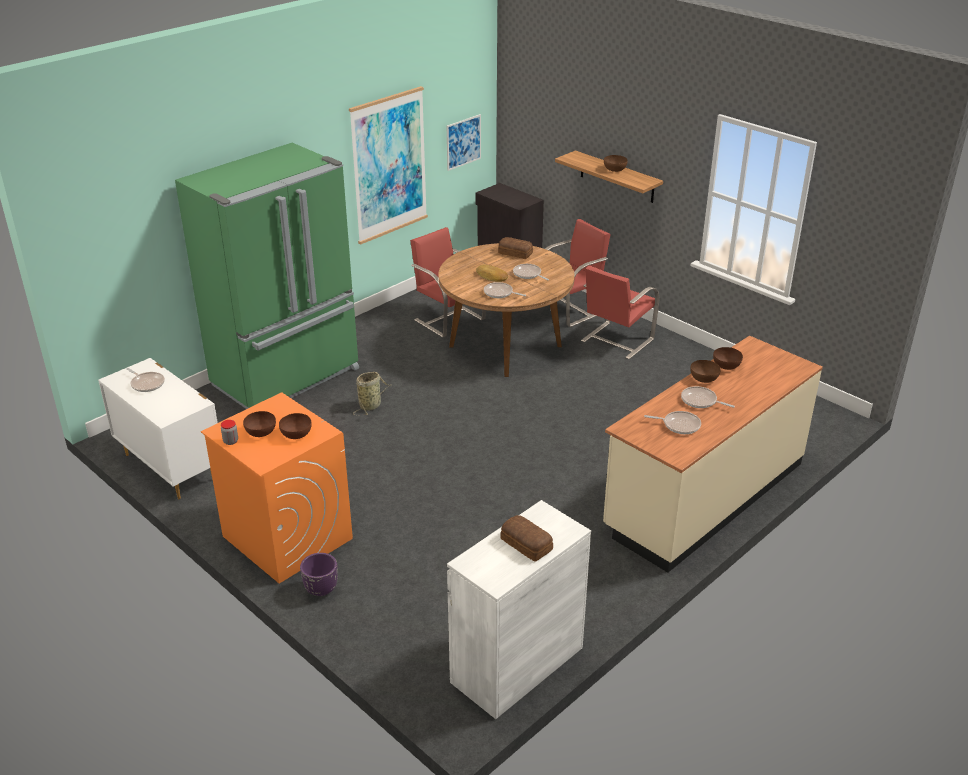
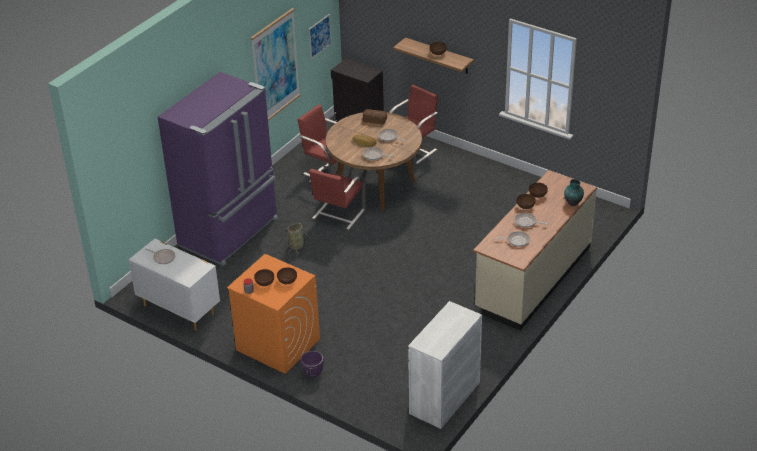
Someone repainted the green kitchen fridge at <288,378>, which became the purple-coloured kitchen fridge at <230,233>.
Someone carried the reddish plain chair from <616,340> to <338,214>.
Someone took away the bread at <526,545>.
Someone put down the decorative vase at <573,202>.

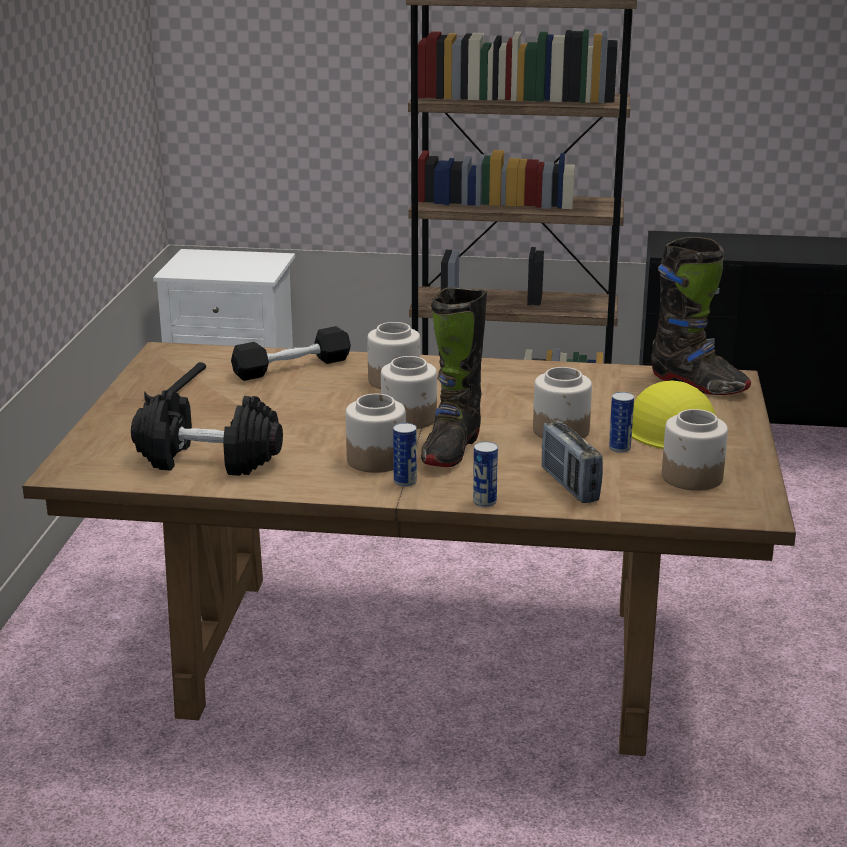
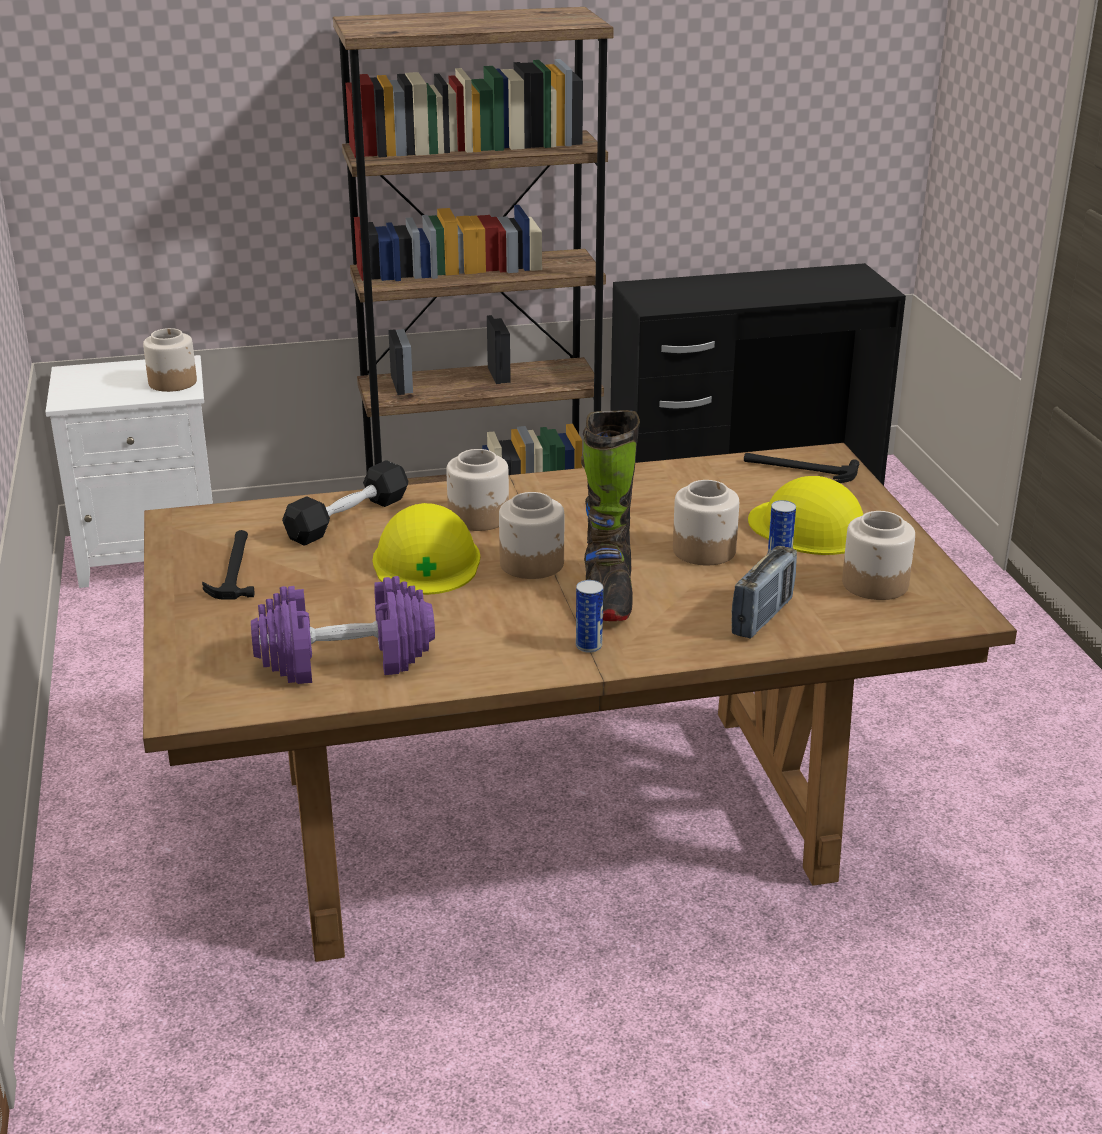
Someone swapped the black boot at <697,384> for the hand hammer at <799,469>.
Someone repainted the black free weight at <208,460>, which became the purple-coloured free weight at <345,660>.
Someone carried the jar from <376,459> to <172,382>.
Someone rotated the radio receiver at <569,485> by 105 degrees counterclockwise.
Someone took away the can at <484,502>.
Someone put down the yellowish safety helmet at <426,561>.

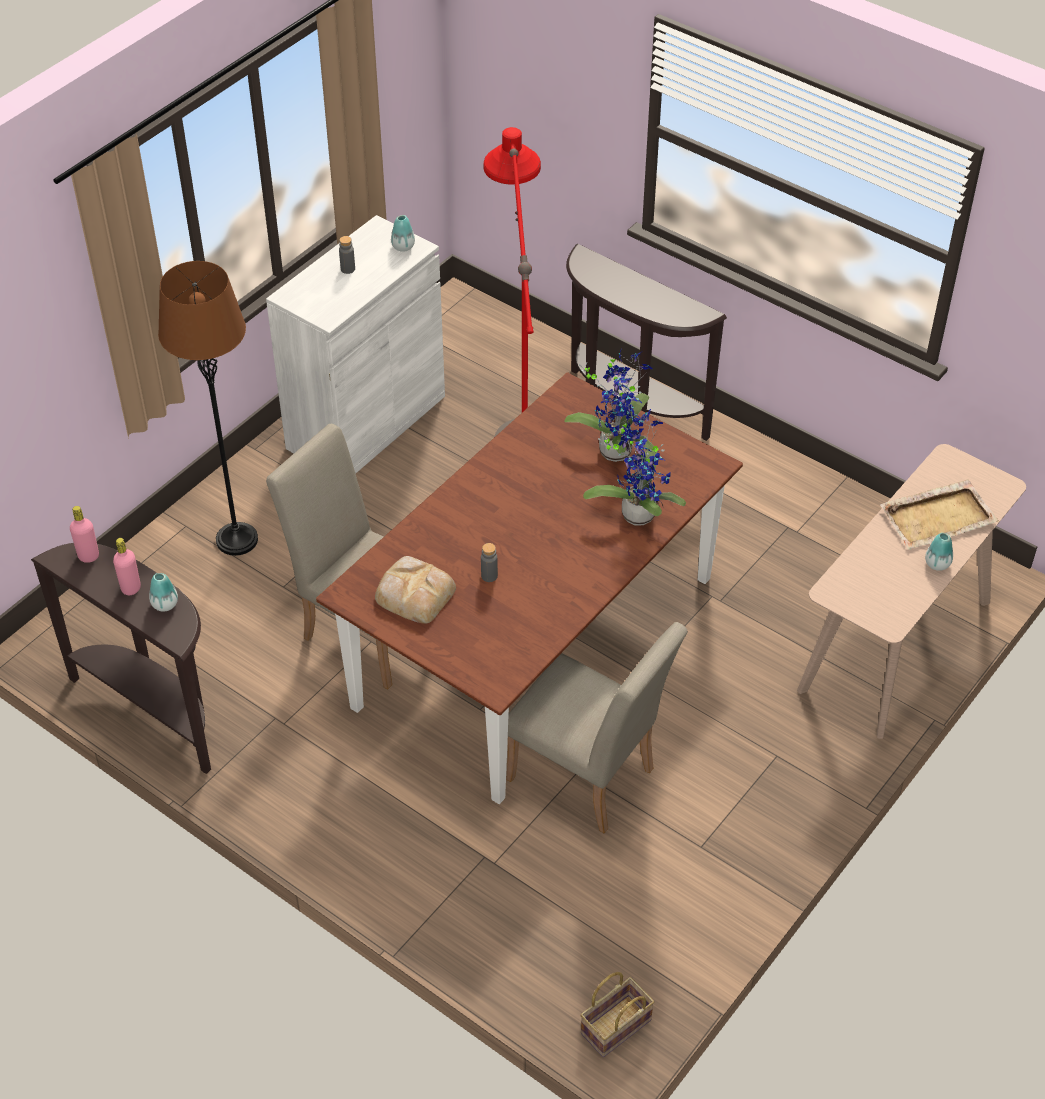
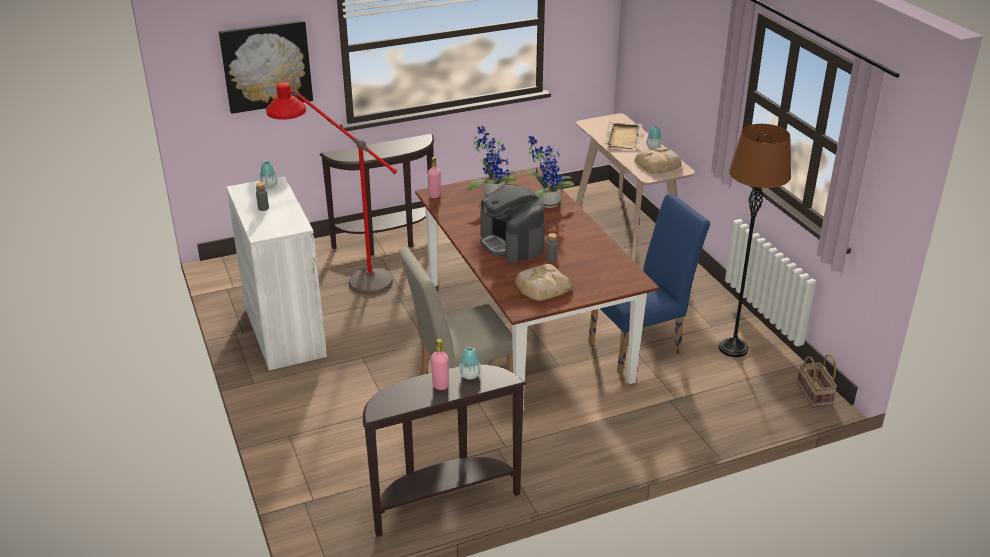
Someone carried the brownish floor lamp from <237,540> to <733,348>.
Someone carried the pink beverage bottle from <88,556> to <434,195>.
Someone repainted the sand-coloured plain chair at <589,780>, which became the bluish plain chair at <641,346>.
Someone put up the wall picture at <266,66>.
Someone put down the bread at <658,164>.
Someone put down the coffee maker at <512,243>.

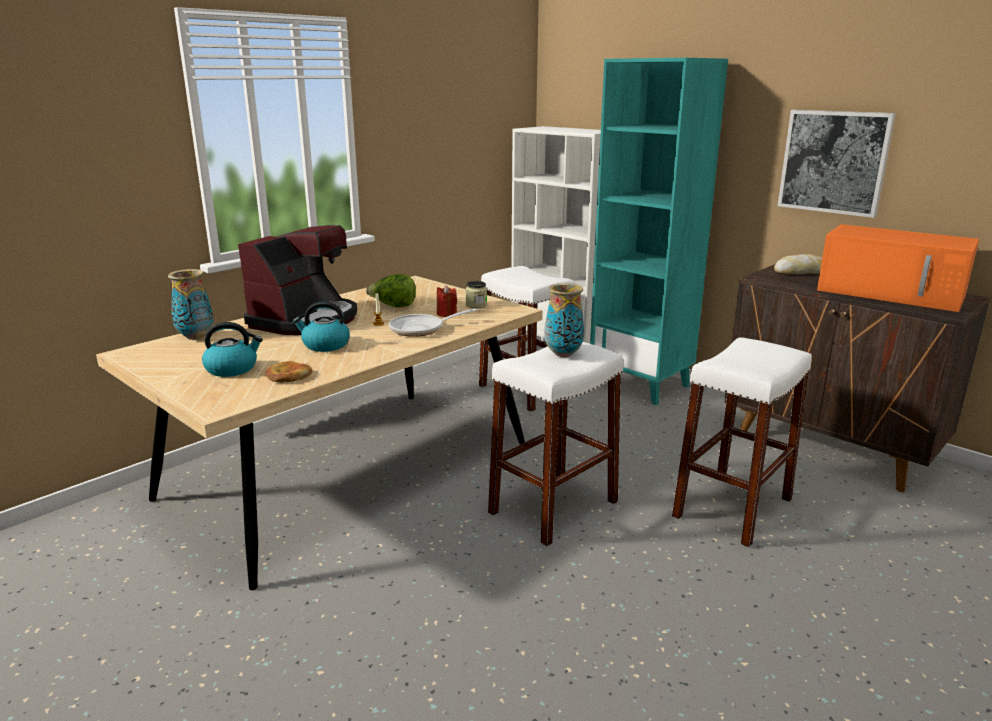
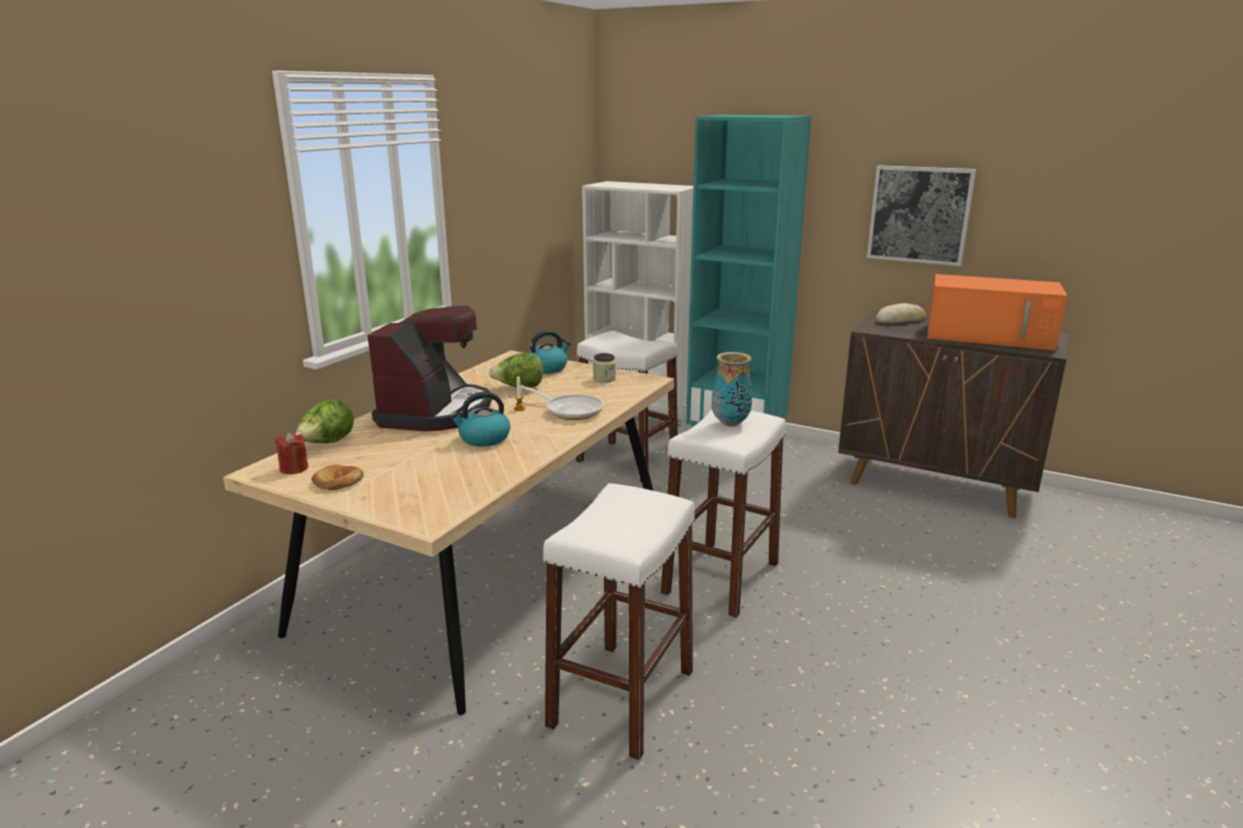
Someone swapped the decorative vase at <196,337> for the lettuce at <327,444>.
Someone carried the reddish wax light from <446,314> to <294,468>.
Someone rotated the pan at <421,329> by 105 degrees counterclockwise.
Someone carried the kettle from <232,369> to <547,368>.
Someone carried the white stool from <732,508> to <622,698>.
Someone carried the bread from <288,376> to <337,481>.

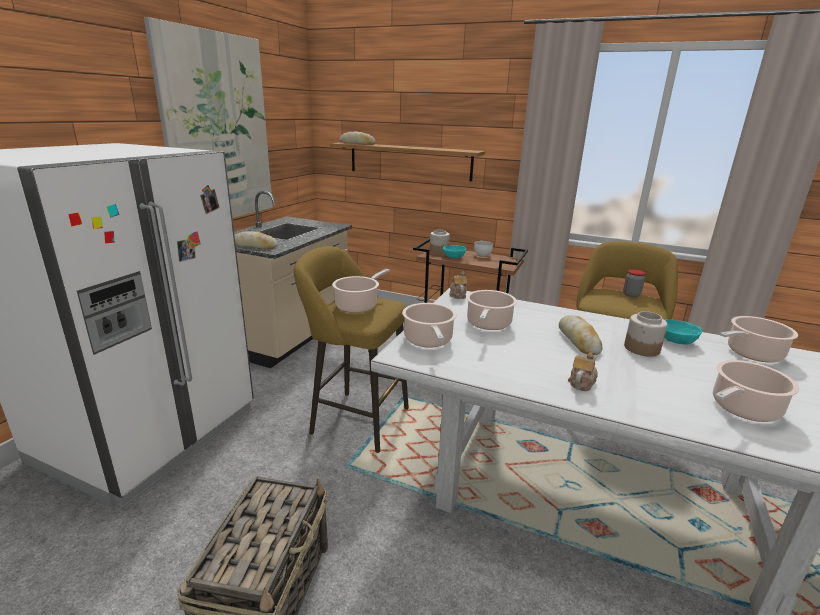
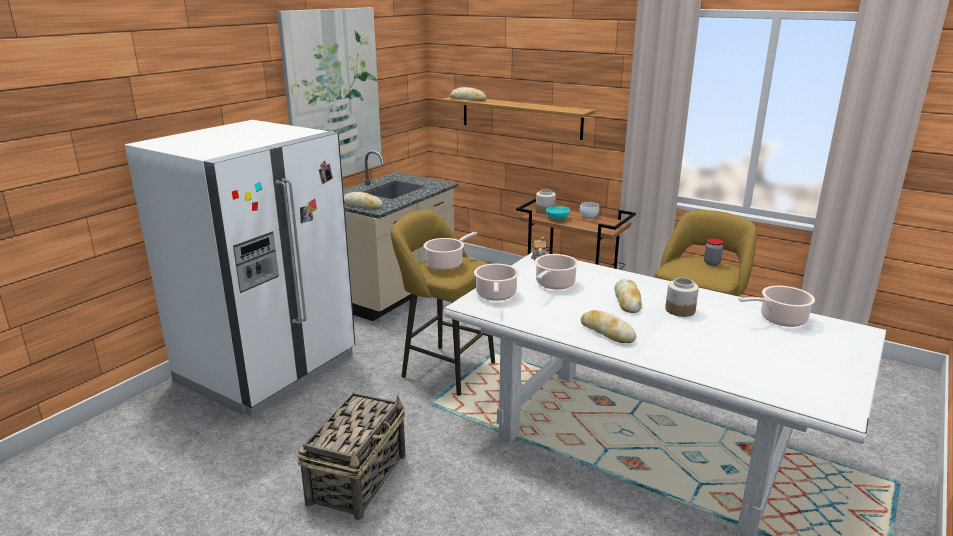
Someone took away the turquoise bowl at <676,341>.
Someone swapped the teapot at <581,382> for the bread at <607,332>.
Someone took away the saucepot at <742,409>.

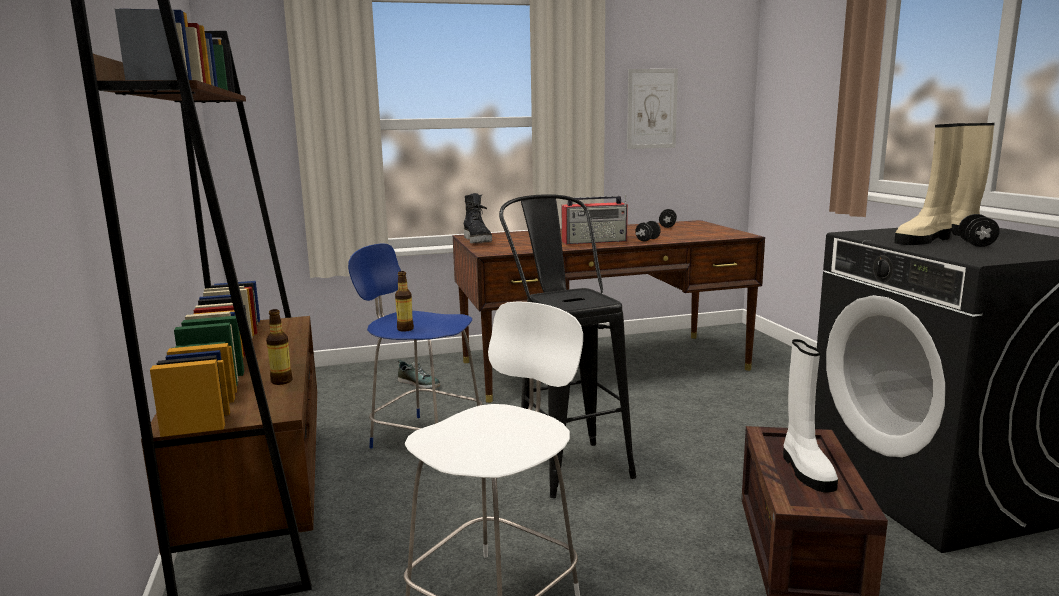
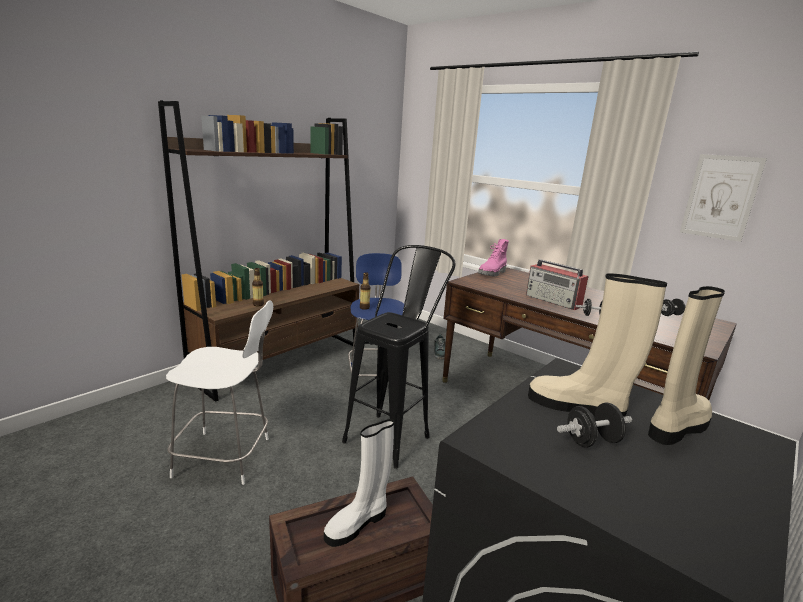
Someone repainted the black boot at <478,241>, which became the pink boot at <492,273>.

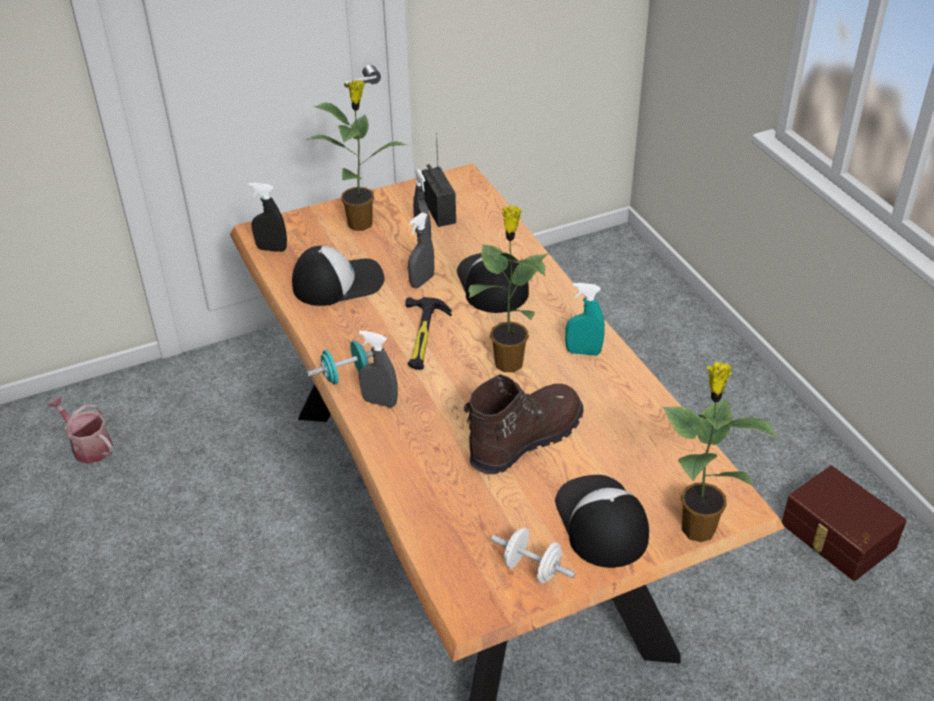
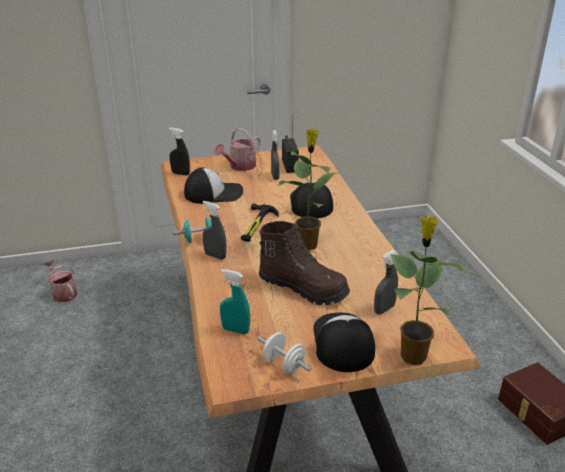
Someone swapped the potted plant at <361,223> for the watering can at <240,166>.
Someone carried the grey sprayer from <422,281> to <384,309>.
Someone carried the turquoise sprayer from <583,352> to <235,330>.
Someone rotated the brownish boot at <524,439> by 60 degrees clockwise.

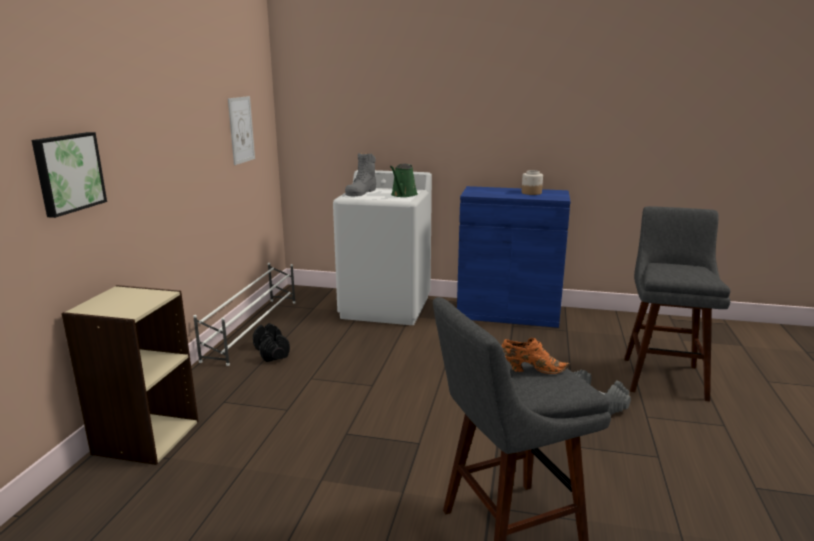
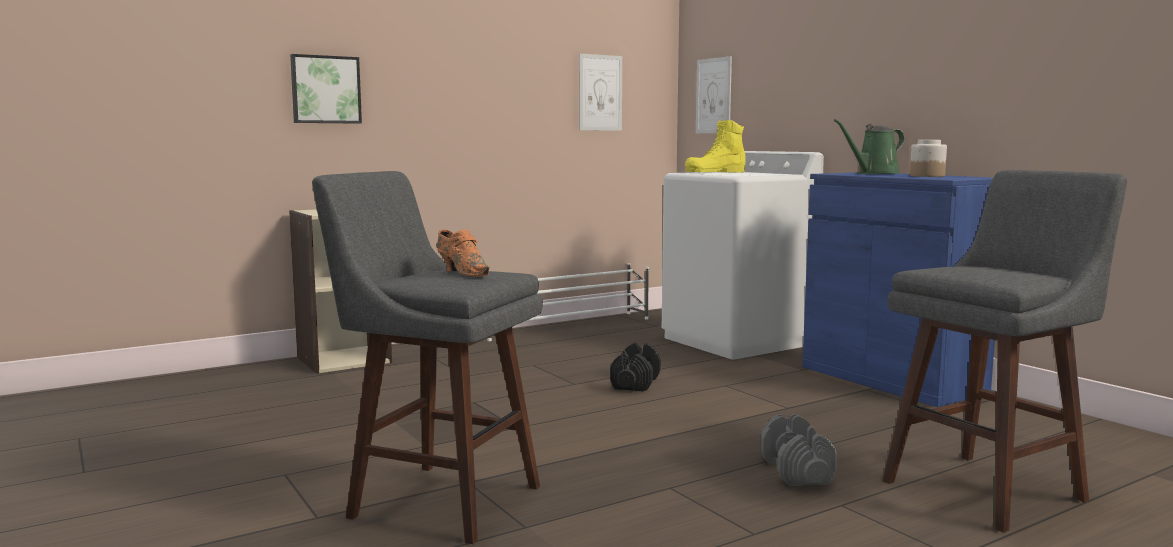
Someone repainted the grey boot at <361,192>, which became the yellowish boot at <715,172>.
Someone carried the green watering can from <403,195> to <874,173>.
Someone carried the black free weight from <272,352> to <635,383>.
Someone put up the wall picture at <713,96>.

